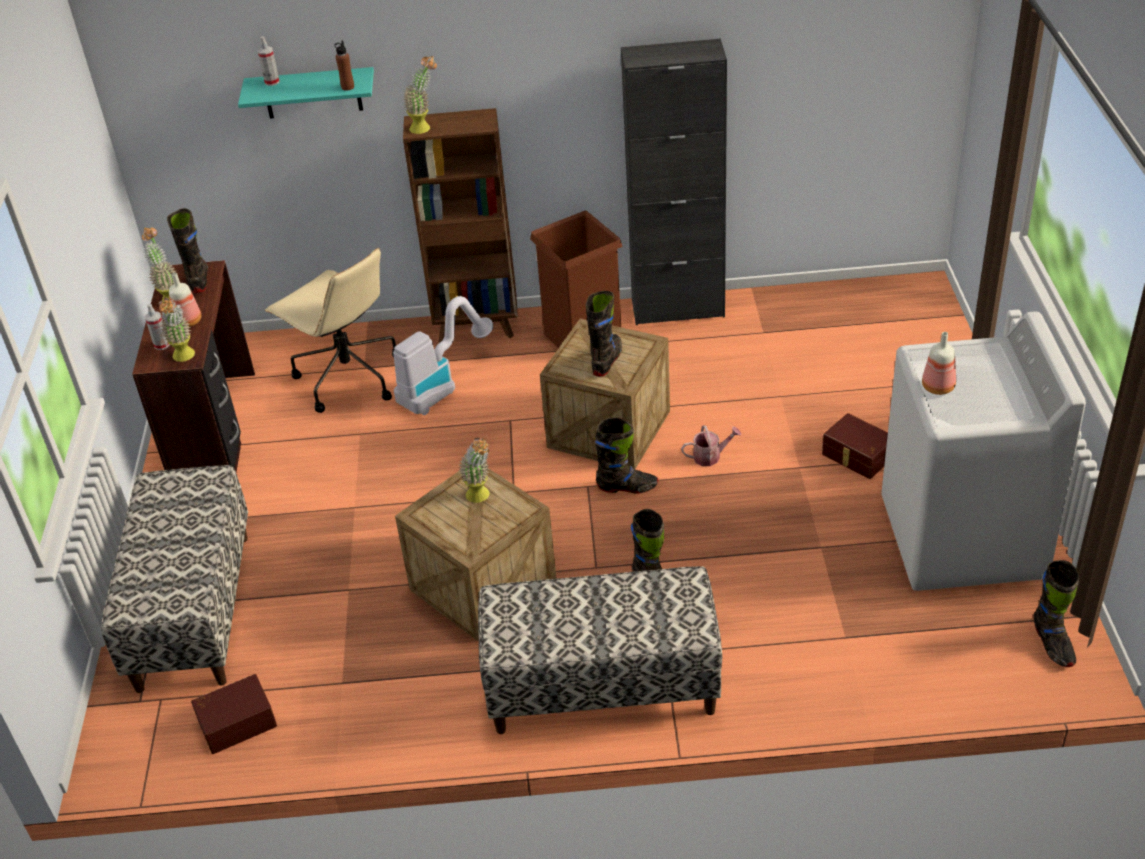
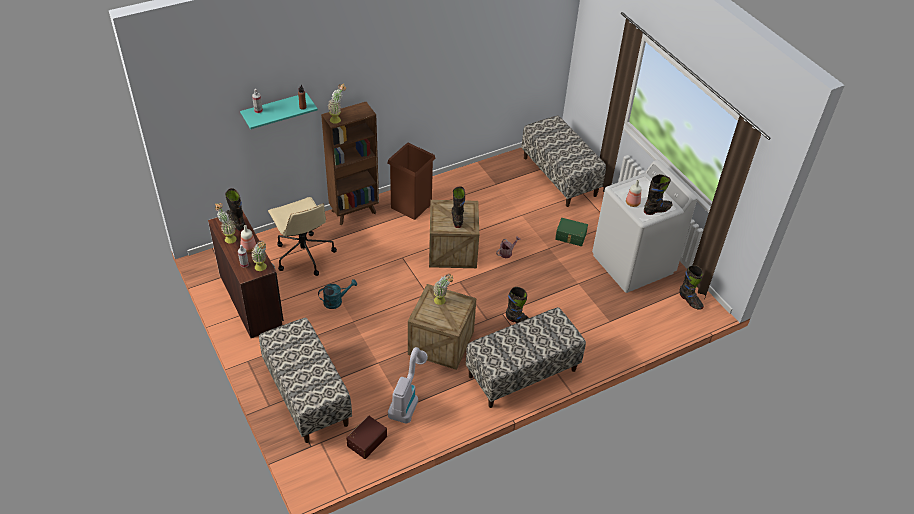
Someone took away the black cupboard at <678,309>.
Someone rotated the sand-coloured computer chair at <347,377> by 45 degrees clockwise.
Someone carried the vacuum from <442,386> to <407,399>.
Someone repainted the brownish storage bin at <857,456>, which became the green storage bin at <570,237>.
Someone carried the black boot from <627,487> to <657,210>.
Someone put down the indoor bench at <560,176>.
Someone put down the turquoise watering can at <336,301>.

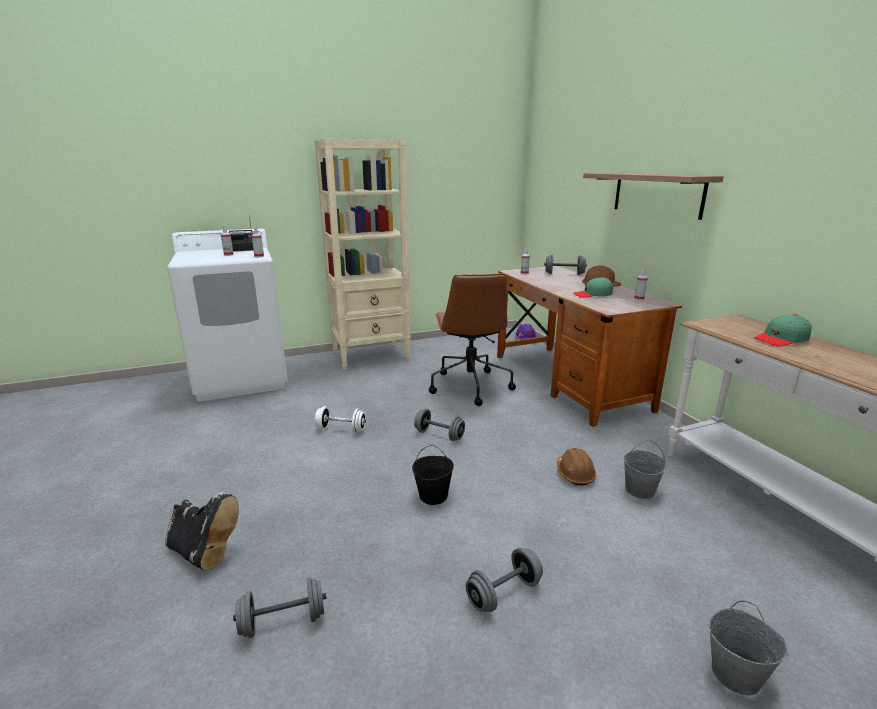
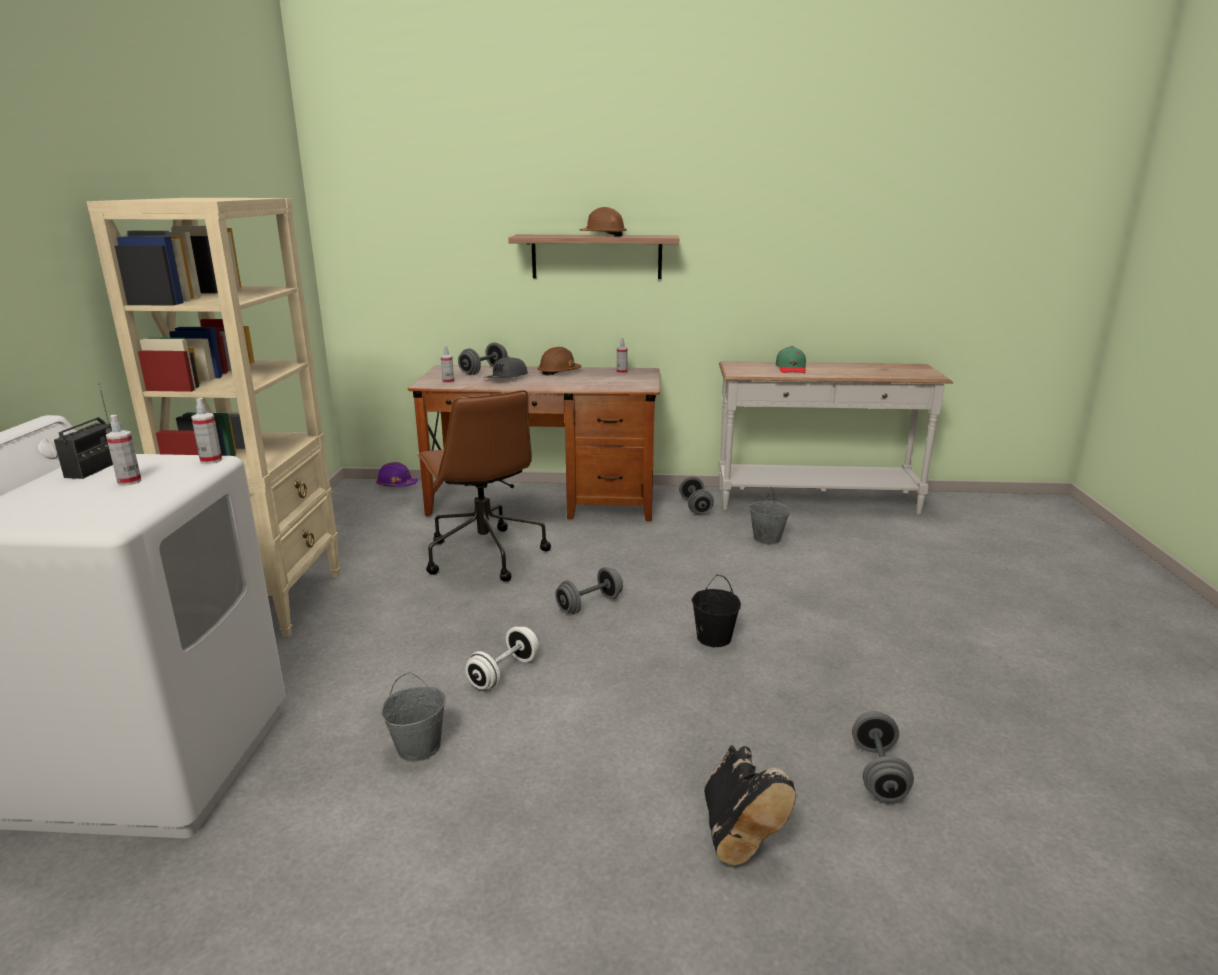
Someone rotated the brownish computer chair at <469,386> by 45 degrees clockwise.
Someone took away the green cap at <593,295>.
Someone carried the brownish safety helmet from <575,474> to <603,235>.
Someone rotated the black boot at <204,553> by 120 degrees clockwise.
Someone carried the grey free weight from <503,593> to <695,507>.
Someone carried the grey water bucket from <736,674> to <419,747>.
Someone put down the grey cap at <506,378>.

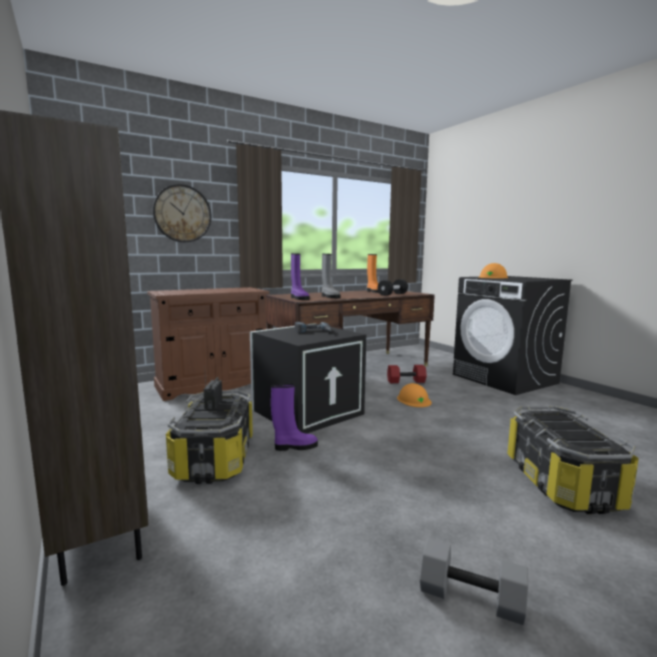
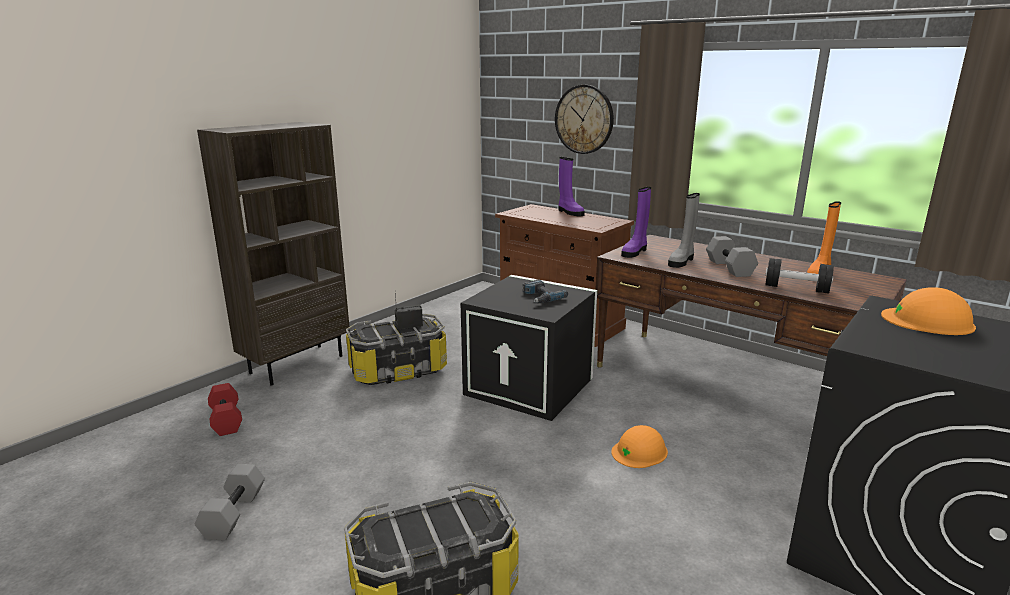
Someone carried the reddish free weight from <406,381> to <227,420>.
Someone carried the purple-coloured boot from <294,447> to <569,212>.
Someone put down the grey free weight at <728,268>.

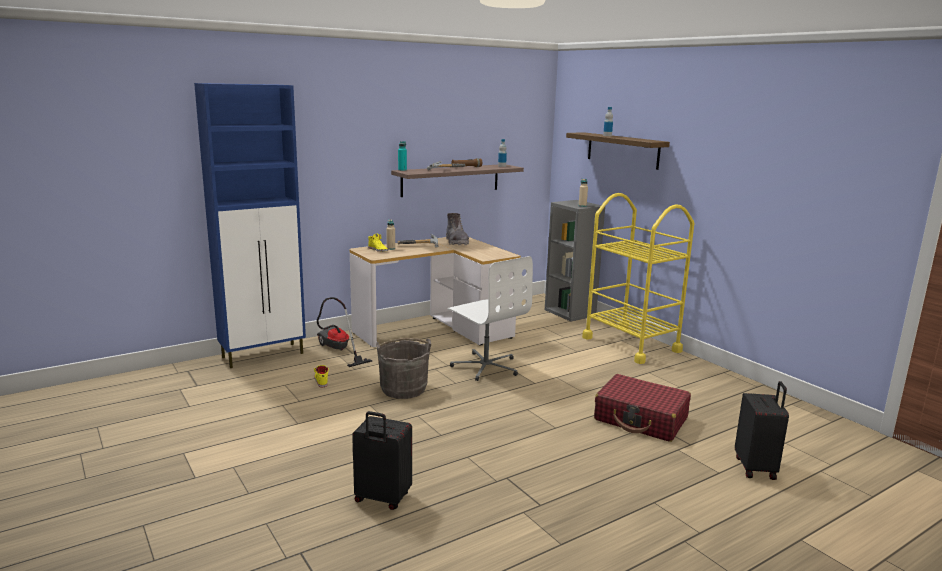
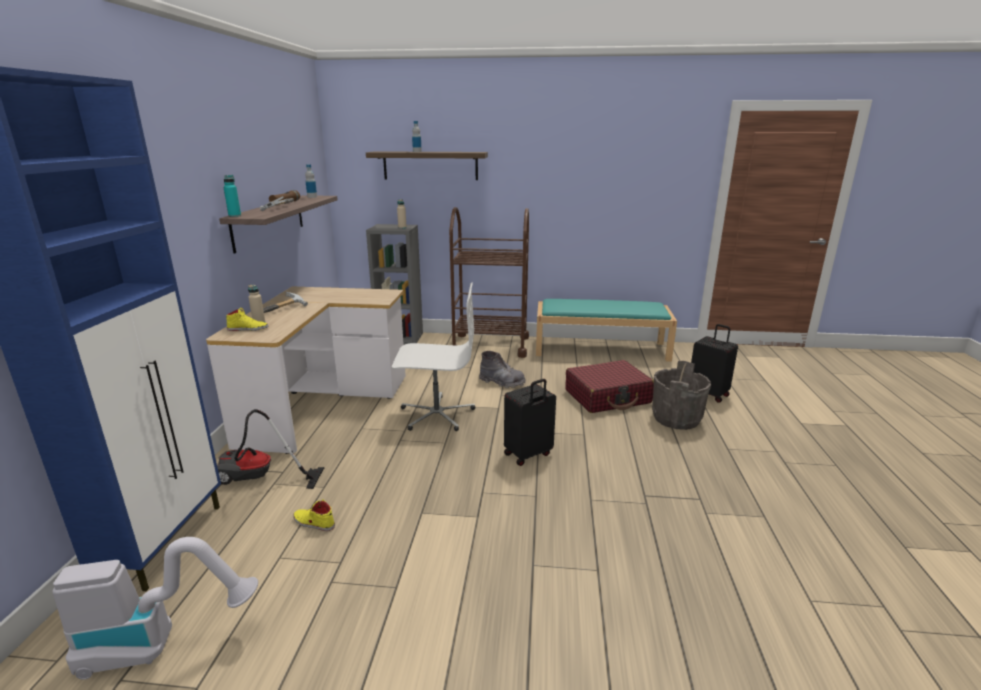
Someone repainted the yellowish trolley at <631,344>, which became the brownish trolley at <490,345>.
Someone carried the grey boot from <456,242> to <502,382>.
Someone carried the grey water bucket from <403,389> to <676,418>.
Someone carried the black suitcase from <382,499> to <528,454>.
Someone put down the turquoise indoor bench at <601,349>.
Someone put down the vacuum at <159,644>.

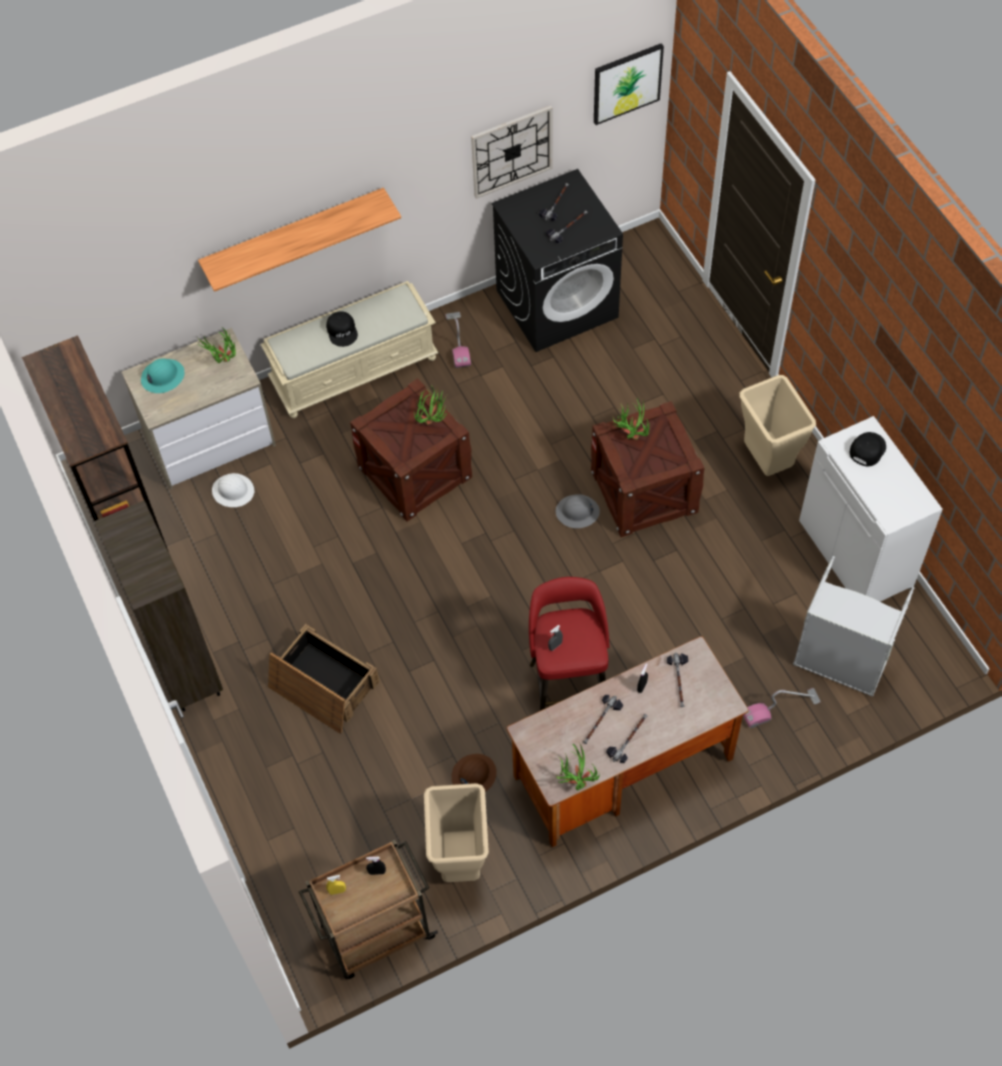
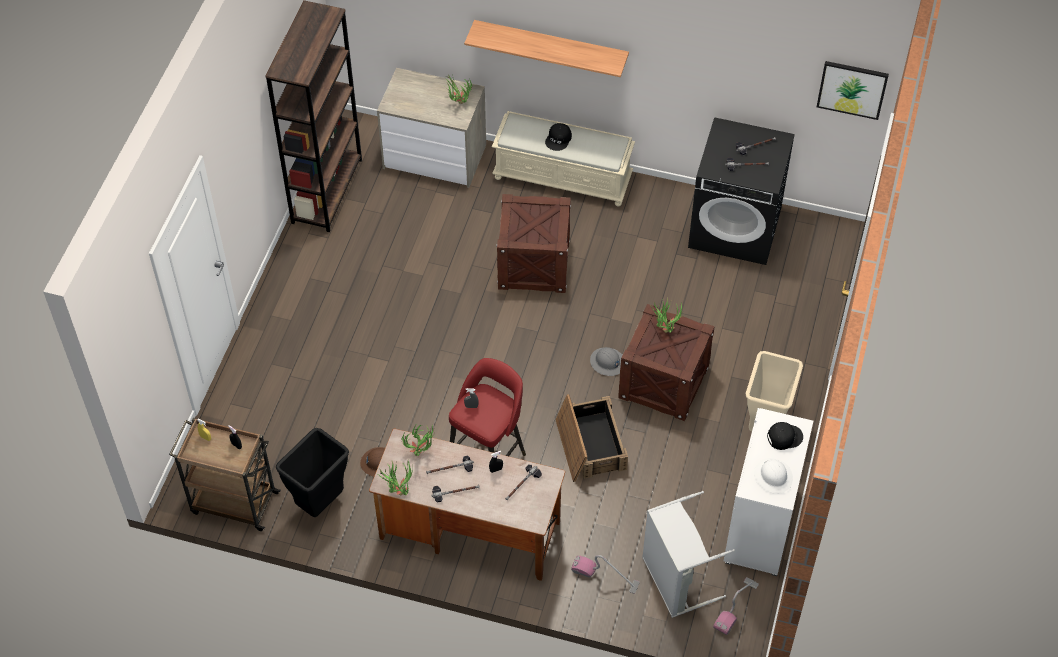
Someone took away the wall clock at <512,151>.
Someone carried the vacuum from <458,341> to <736,607>.
Someone took away the turquoise safety helmet at <162,377>.
Someone carried the potted plant from <433,420> to <421,452>.
Someone carried the white safety helmet from <233,491> to <773,476>.
Someone took away the brownish shelving unit at <185,669>.
Someone carried the crate from <322,685> to <589,444>.
Someone repainted the sand-coloured trash can at <461,862>, which became the black trash can at <320,504>.

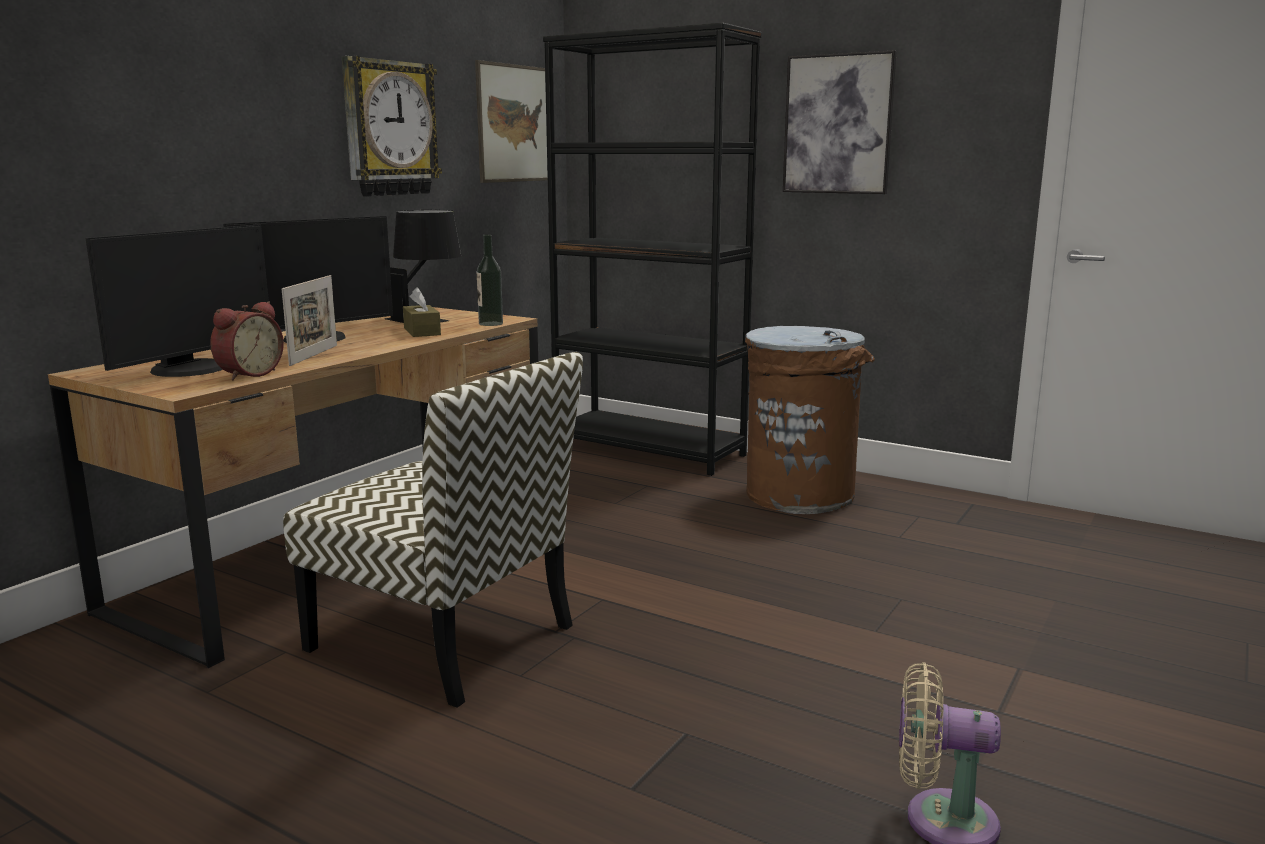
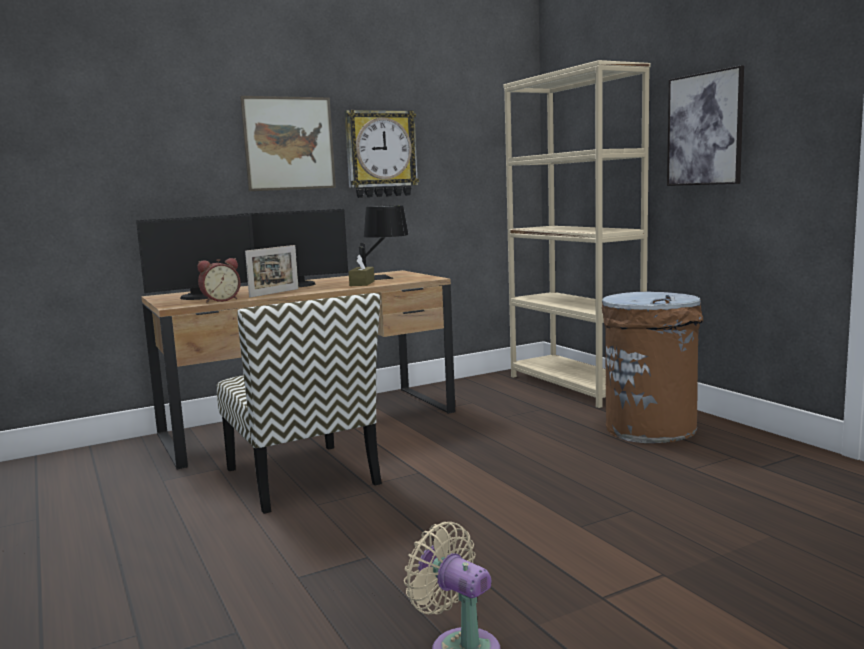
Someone repainted the black shelving unit at <649,450>, which became the sand-coloured shelving unit at <574,386>.
Someone carried the wall picture from <514,123> to <289,143>.
Someone took away the beverage bottle at <490,324>.

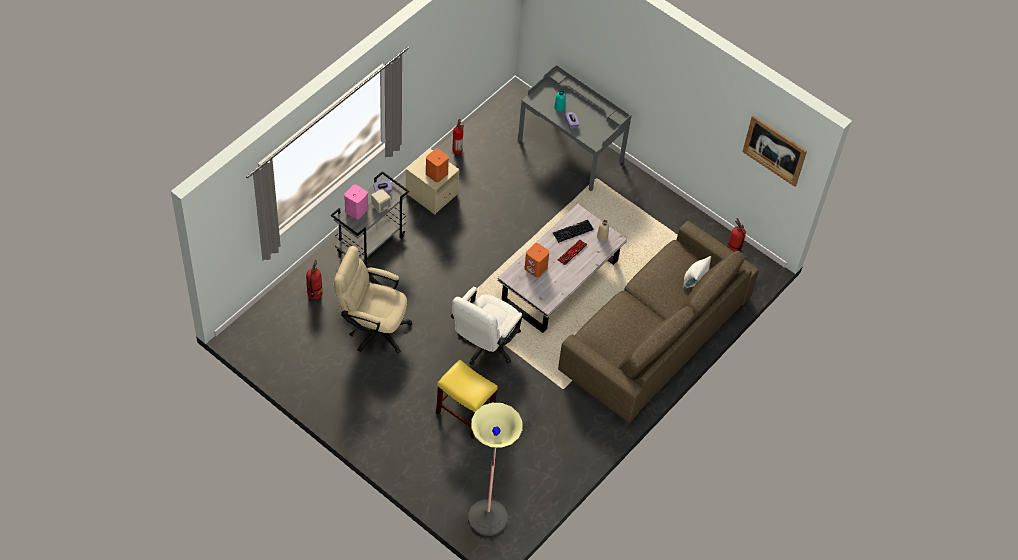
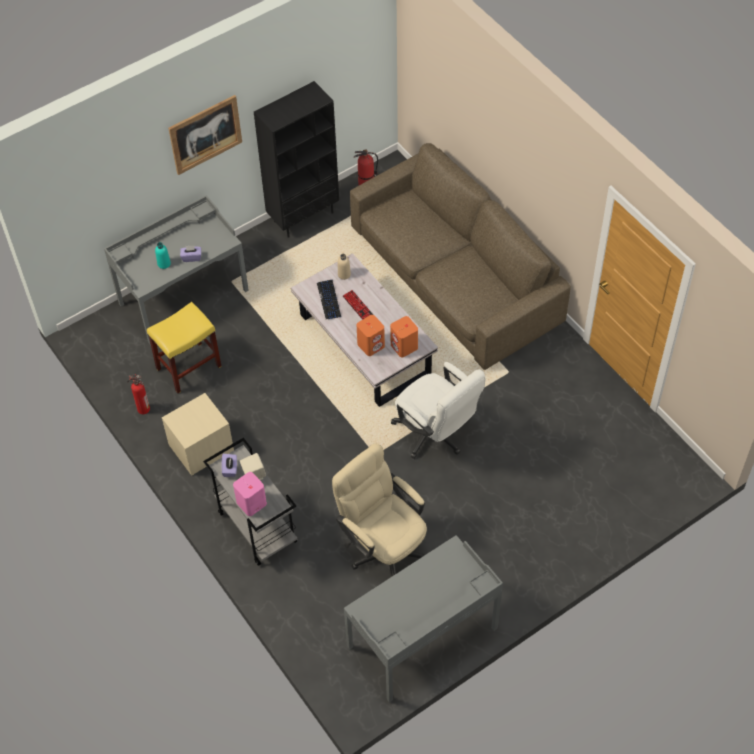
Someone carried the wall picture from <774,150> to <205,134>.
Someone carried the orange loudspeaker from <436,174> to <404,347>.
Someone rotated the sand-coloured computer chair at <372,328> by 105 degrees clockwise.
Someone took away the white throw pillow at <694,280>.
Someone took away the fire extinguisher at <314,293>.
Someone carried the yellowish stool from <464,414> to <188,368>.
Someone took away the floor lamp at <487,518>.
Someone put down the black shelving unit at <303,216>.
Someone put down the grey desk table at <423,638>.

